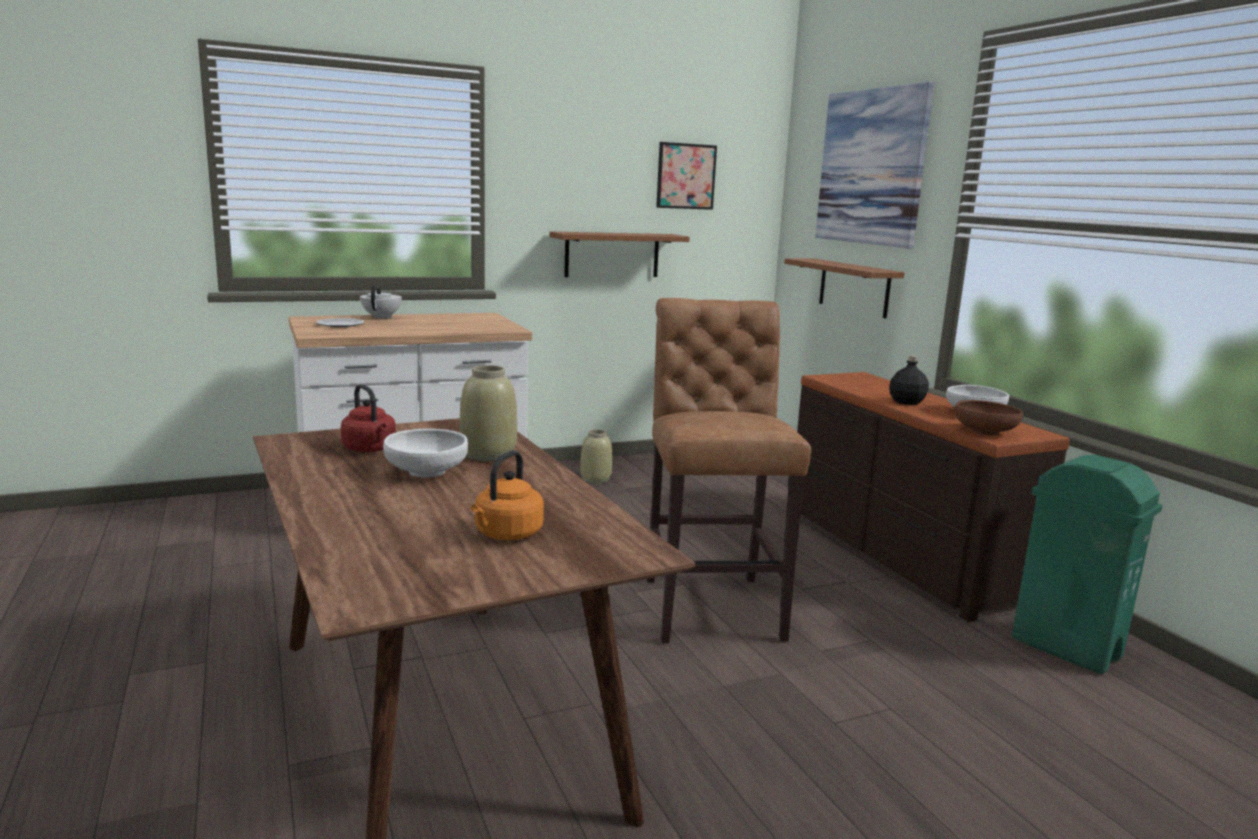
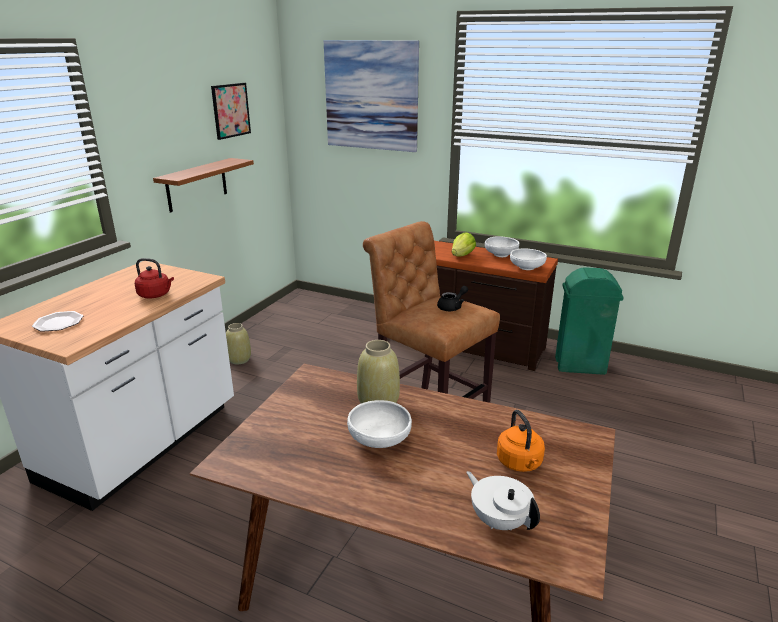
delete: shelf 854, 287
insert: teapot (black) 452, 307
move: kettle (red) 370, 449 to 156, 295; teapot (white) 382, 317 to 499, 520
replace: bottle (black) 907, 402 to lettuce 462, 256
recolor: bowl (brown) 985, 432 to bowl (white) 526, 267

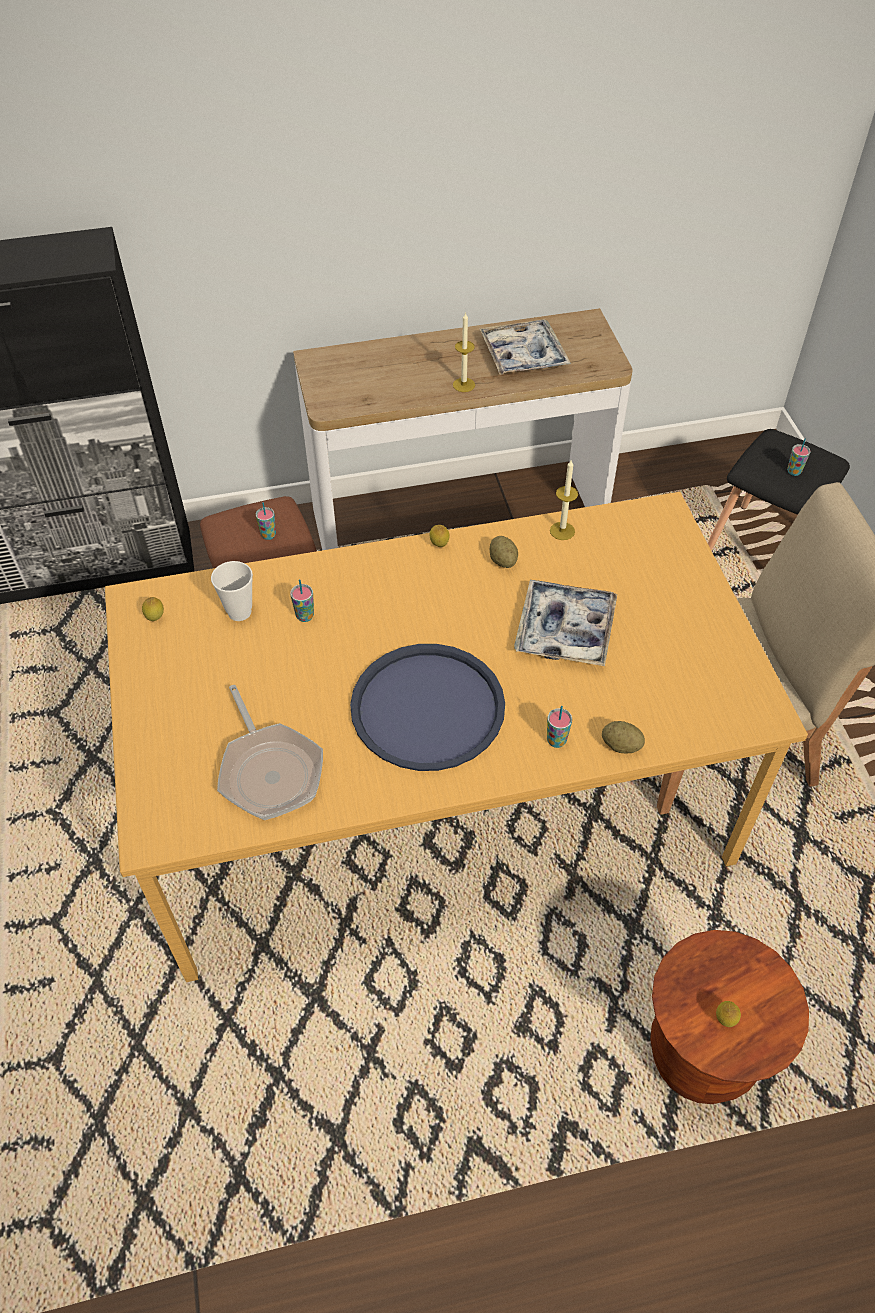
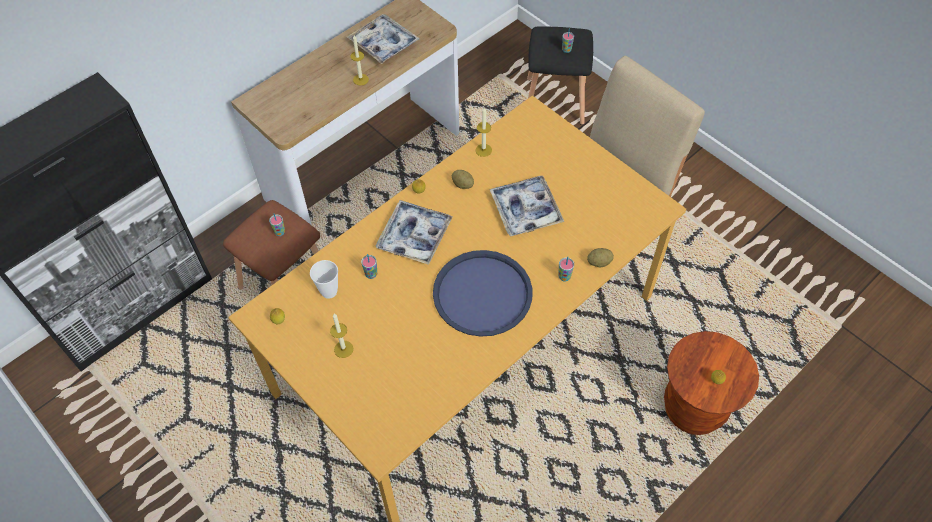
delete: frying pan 269, 770
insert: candle 343, 349; tray 414, 236

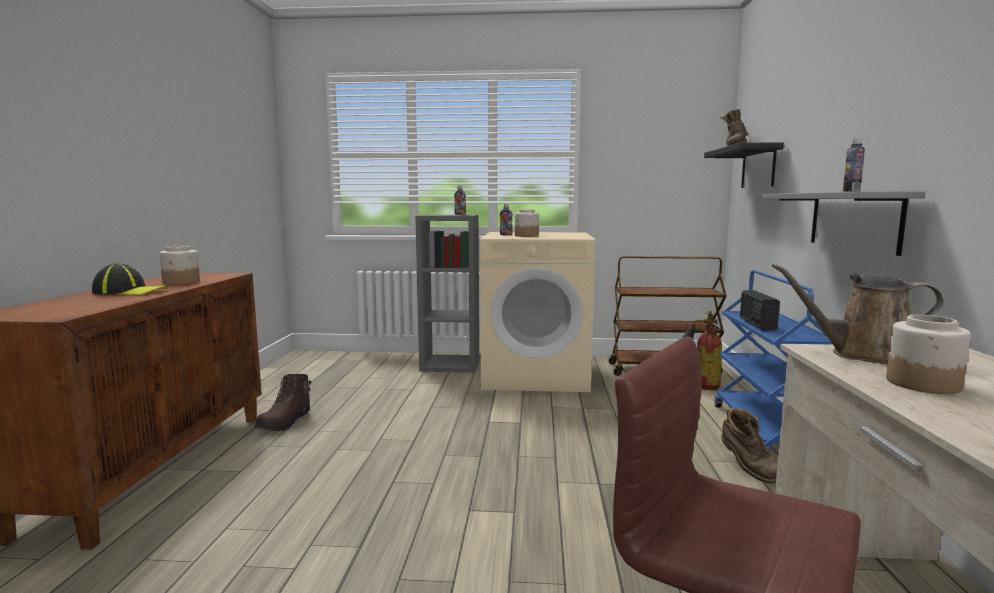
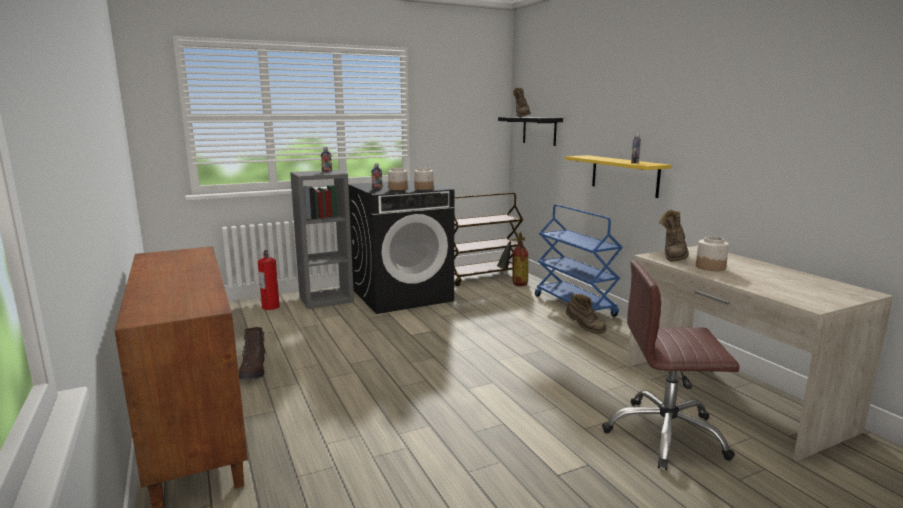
delete: cap 130, 292; radio 757, 324
insert: fire extinguisher 270, 306
move: jar 181, 282 to 424, 188
replace: watering can (brown) 863, 355 to boot (brown) 673, 256
recolor: washing machine (beige) 536, 375 to washing machine (black) 402, 295; shelf (grey) 853, 220 to shelf (yellow) 624, 175

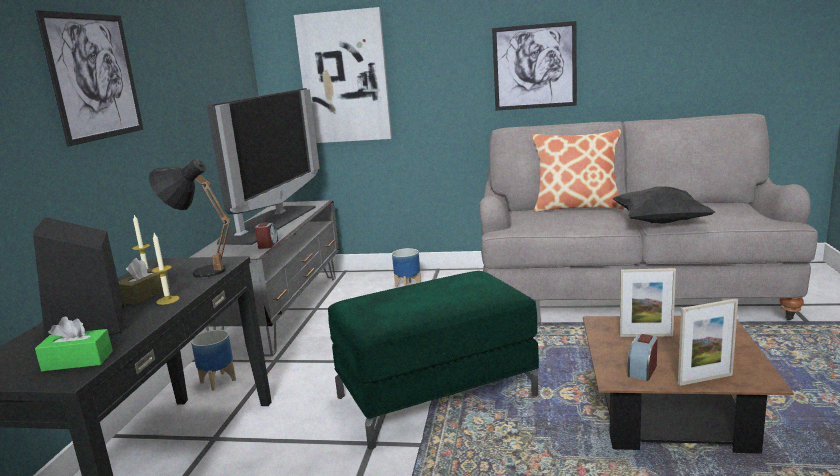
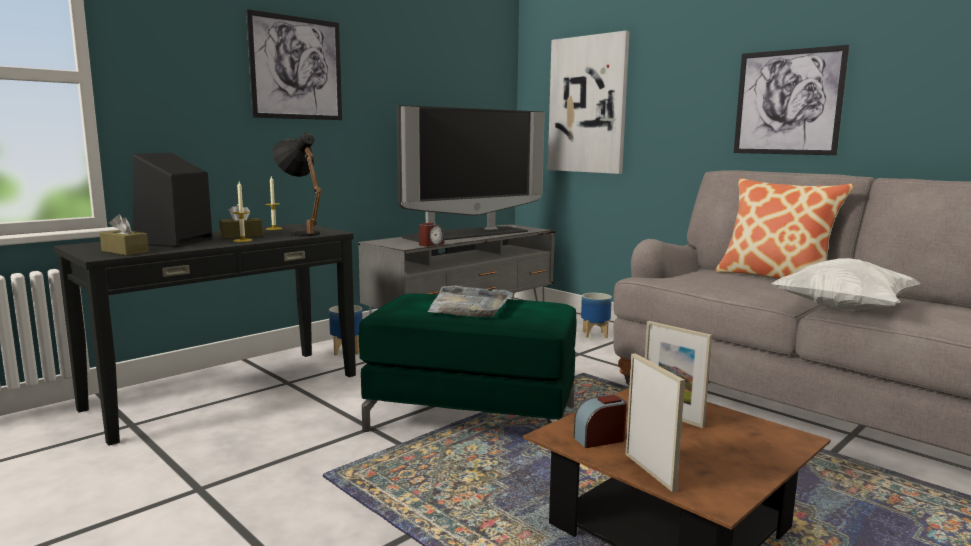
insert: tray (grey) 469, 305
recolor: tissue box (green) 77, 361 to tissue box (brown) 125, 251; pillow (black) 659, 222 to pillow (white) 843, 309
rotate: picture frame 705, 379 = 649, 471 135 degrees counterclockwise

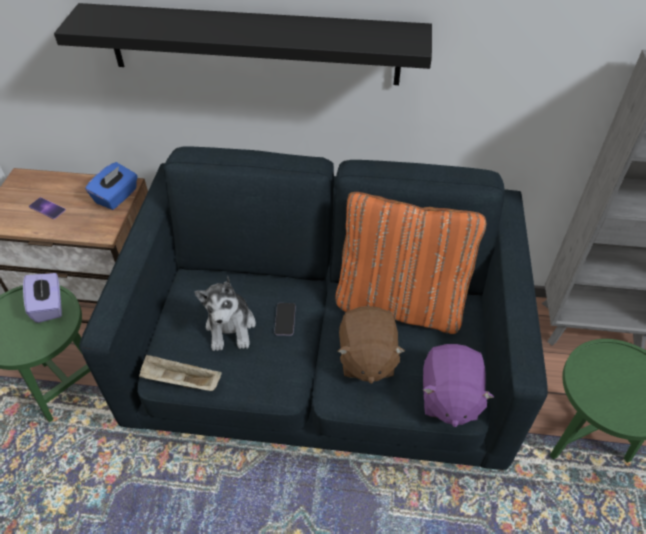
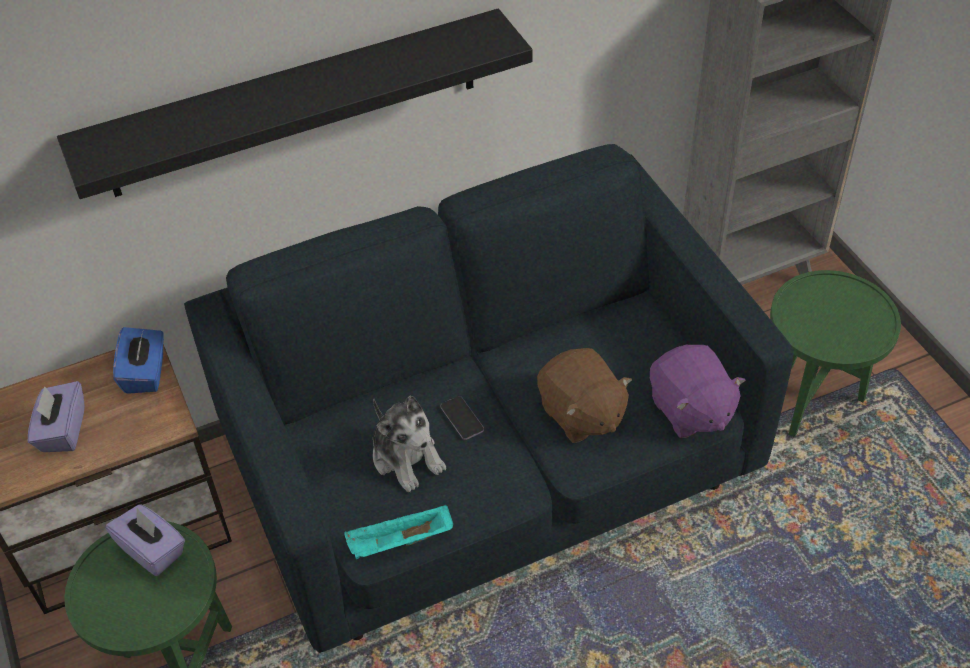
delete: pillow (orange) 400, 303
replace: phone 47, 208 to tissue box (purple) 62, 431
recolor: tray (beige) 180, 381 to tray (turquoise) 399, 542

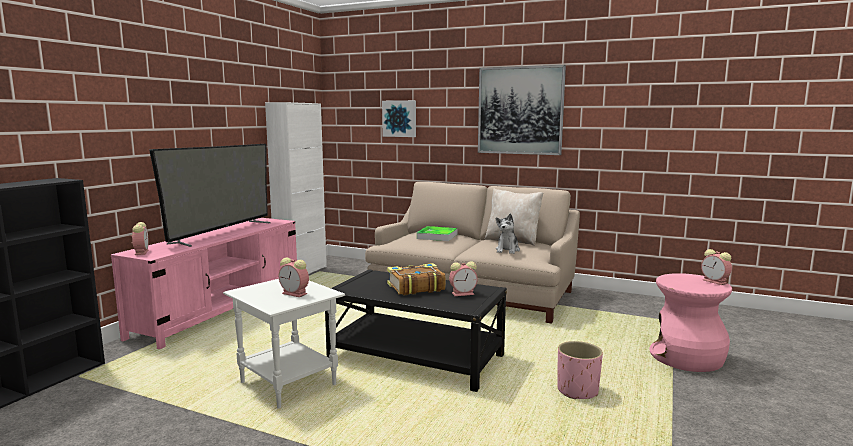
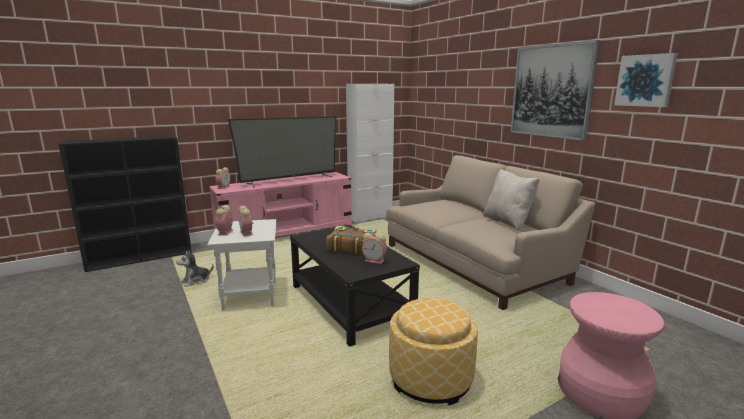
delete: tray 437, 236
move: picture 399, 118 to 645, 80; plush toy 507, 250 to 196, 281; alarm clock 715, 282 to 225, 232
replace: planter (pink) 577, 391 to ottoman 430, 379

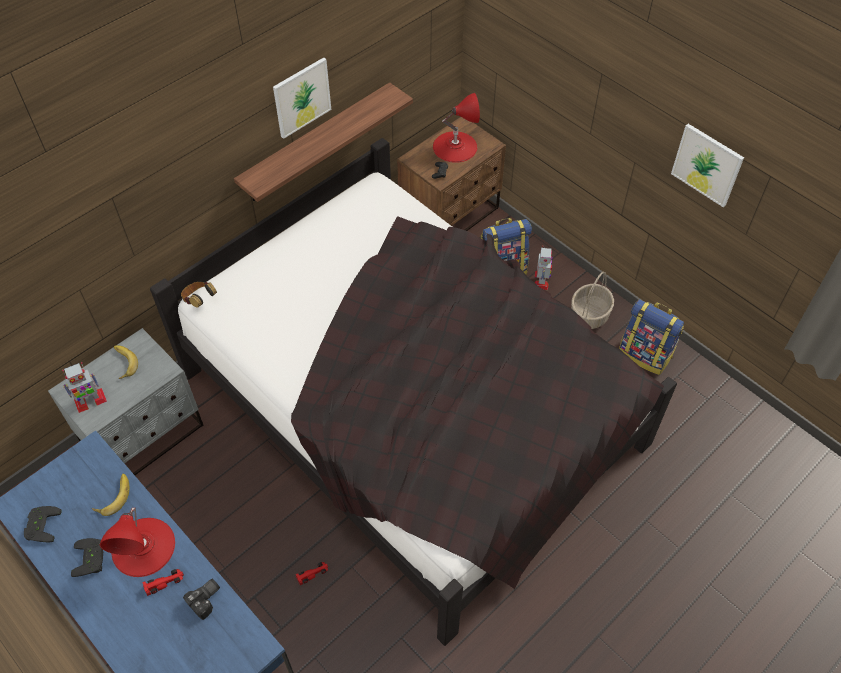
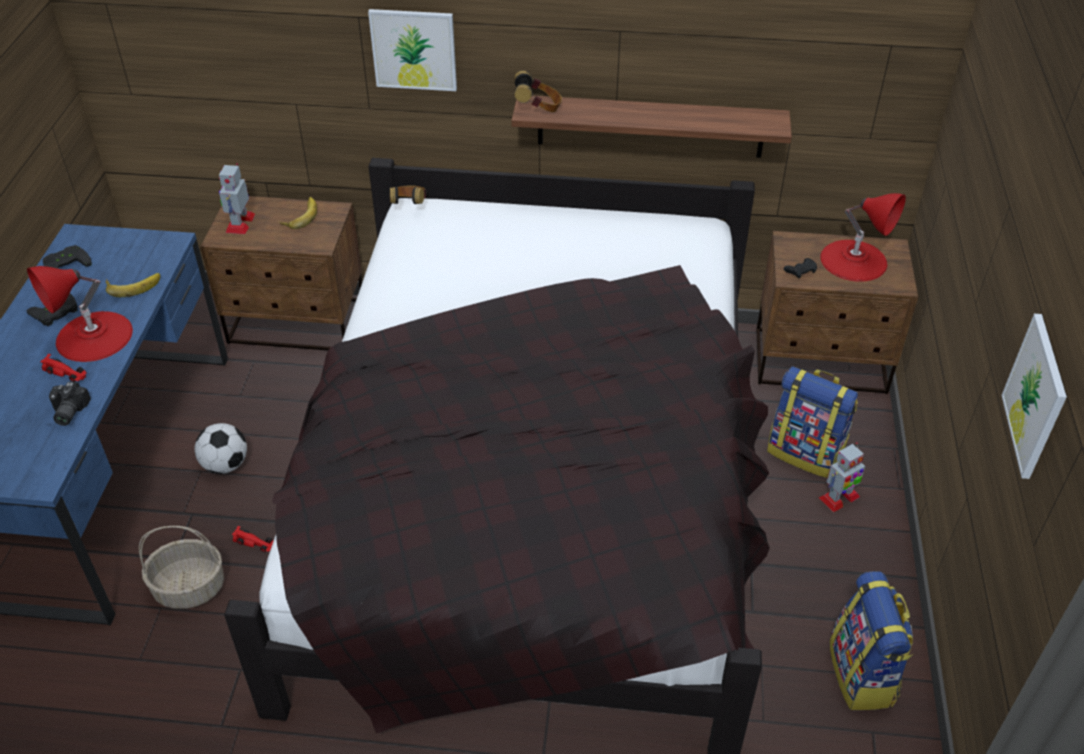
insert: football 225, 465; headphones 538, 108
move: picture 302, 97 to 414, 49; basket 589, 316 to 189, 588
recolor: nightstand (grey) 144, 436 to nightstand (brown) 297, 323
rotate: toy robot 90, 401 = 240, 223 75 degrees clockwise; photo camera 206, 600 = 67, 412 90 degrees clockwise

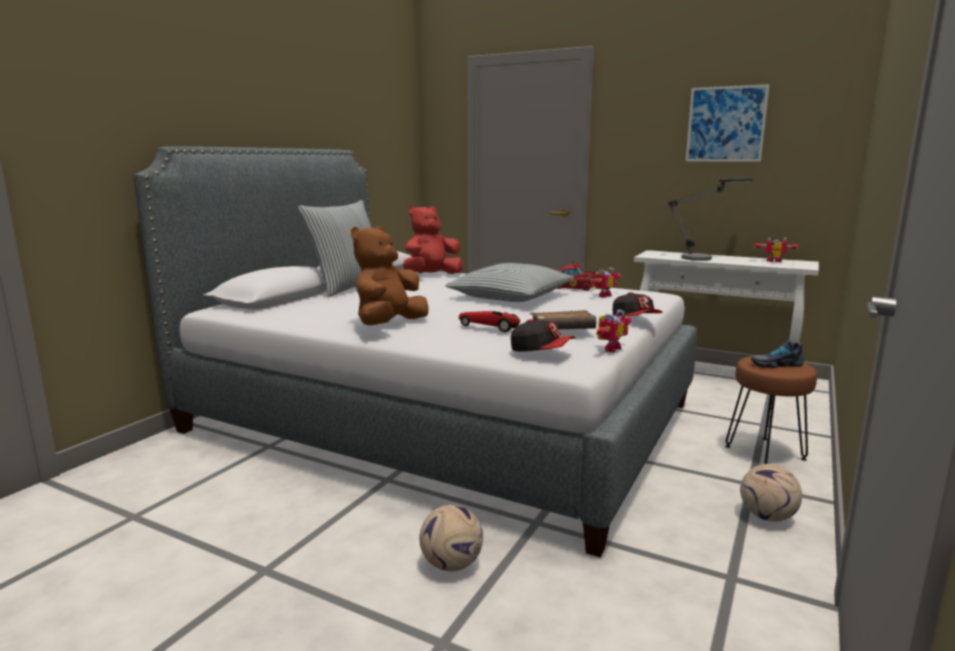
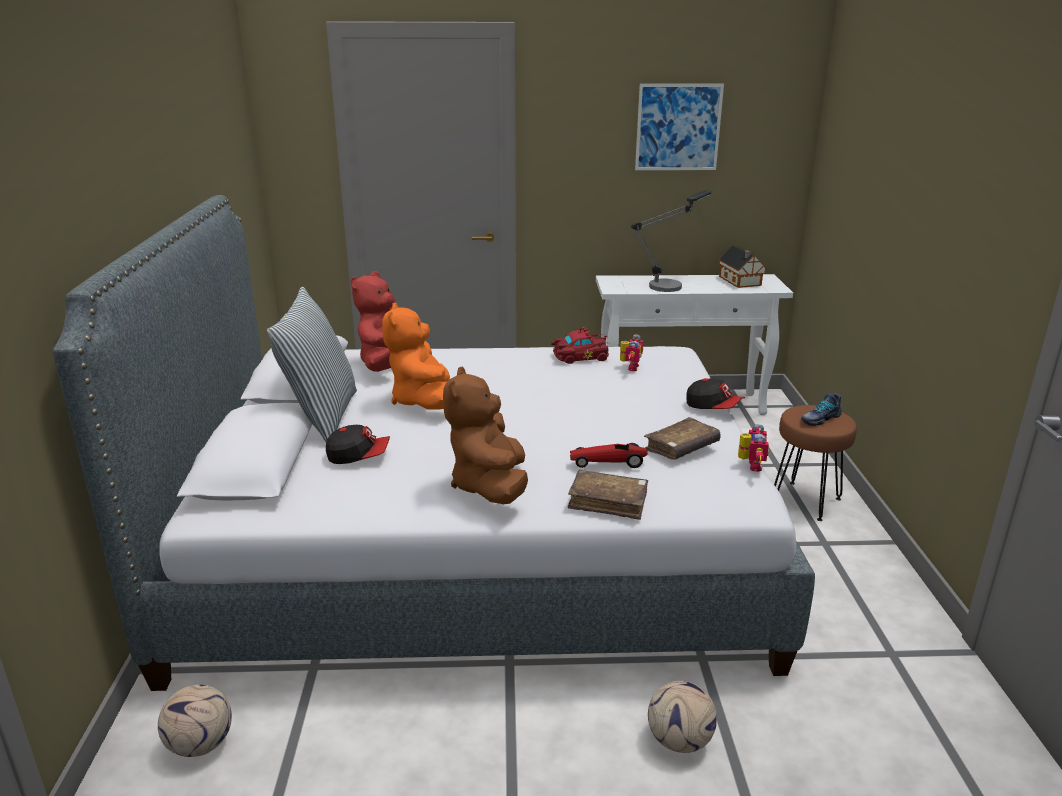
delete: pillow 510, 296
insert: plush toy (orange) 423, 401; book (brown) 608, 502
move: cap 541, 351 to 359, 456; football 766, 516 to 200, 744
replace: toy robot 774, 261 to toy house 740, 281

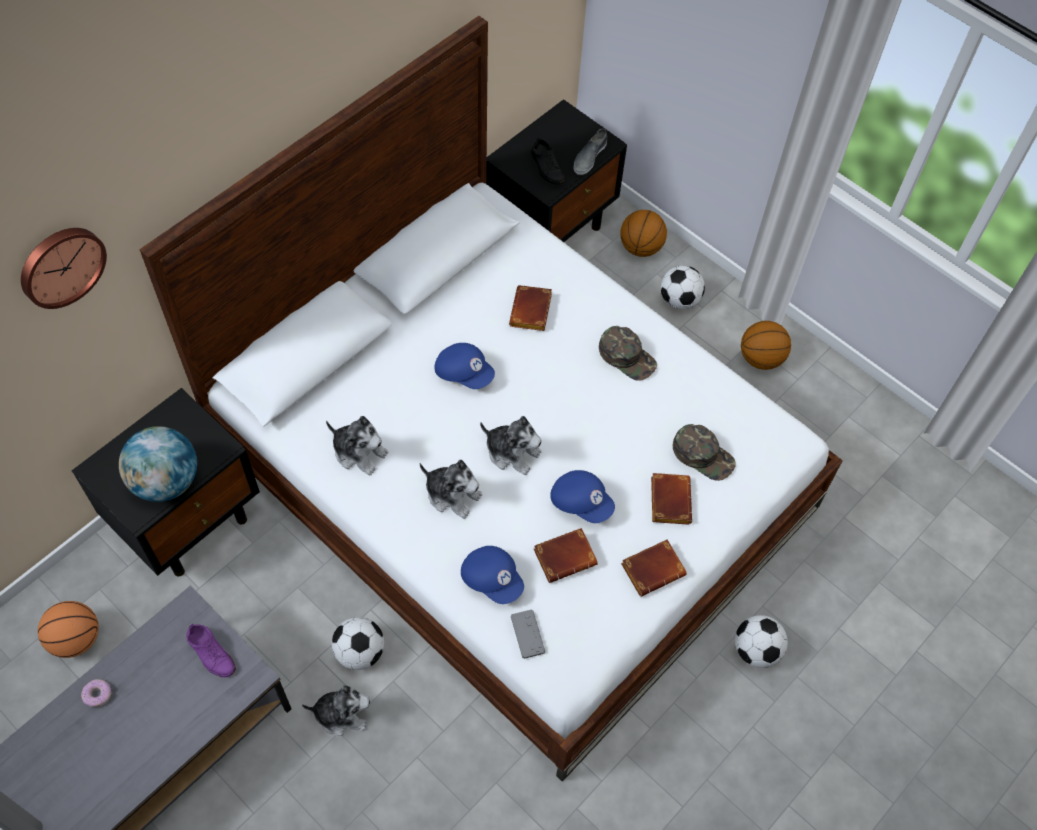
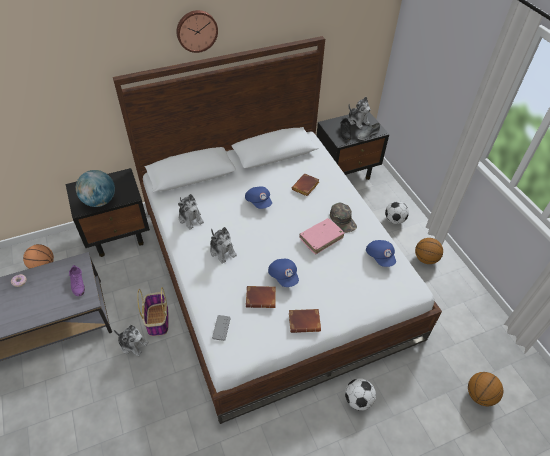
delete: book (brown) 668, 500; cap (green) 703, 455
insert: book (pink) 321, 238
move: wall clock 61, 265 to 196, 30; cap (blue) 492, 579 to 380, 257; plush toy 512, 452 to 357, 121; basketball 641, 247 to 480, 395
replace: football 359, 652 to basket 157, 319

